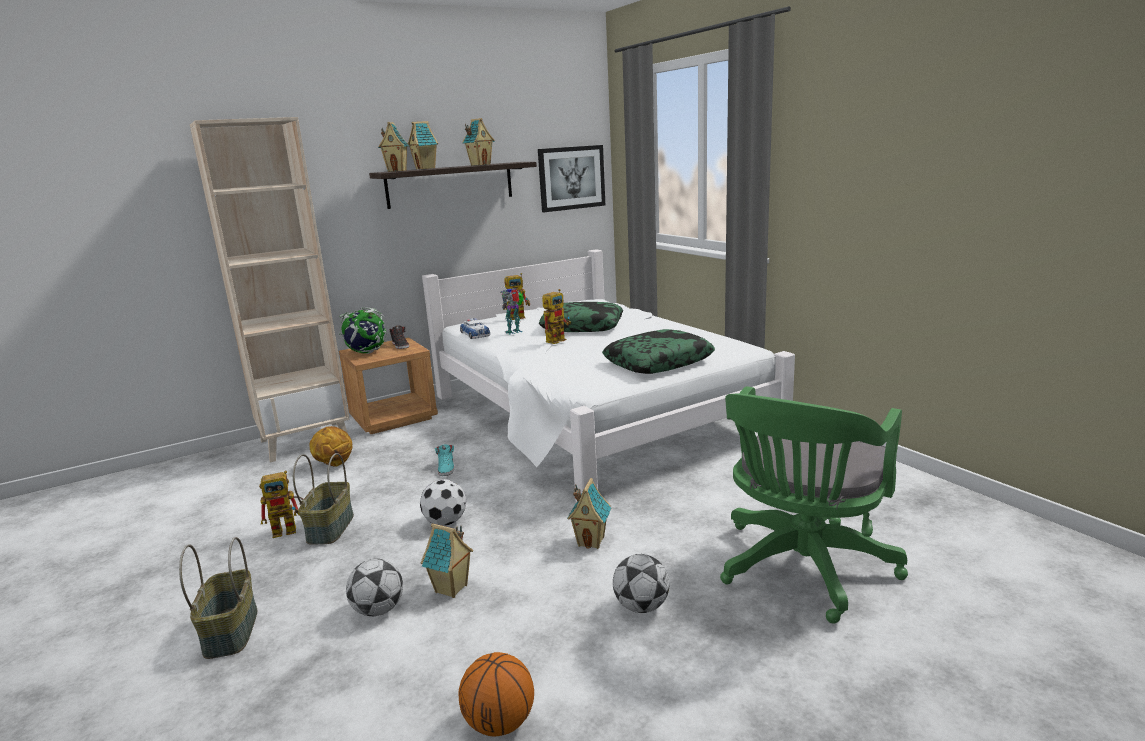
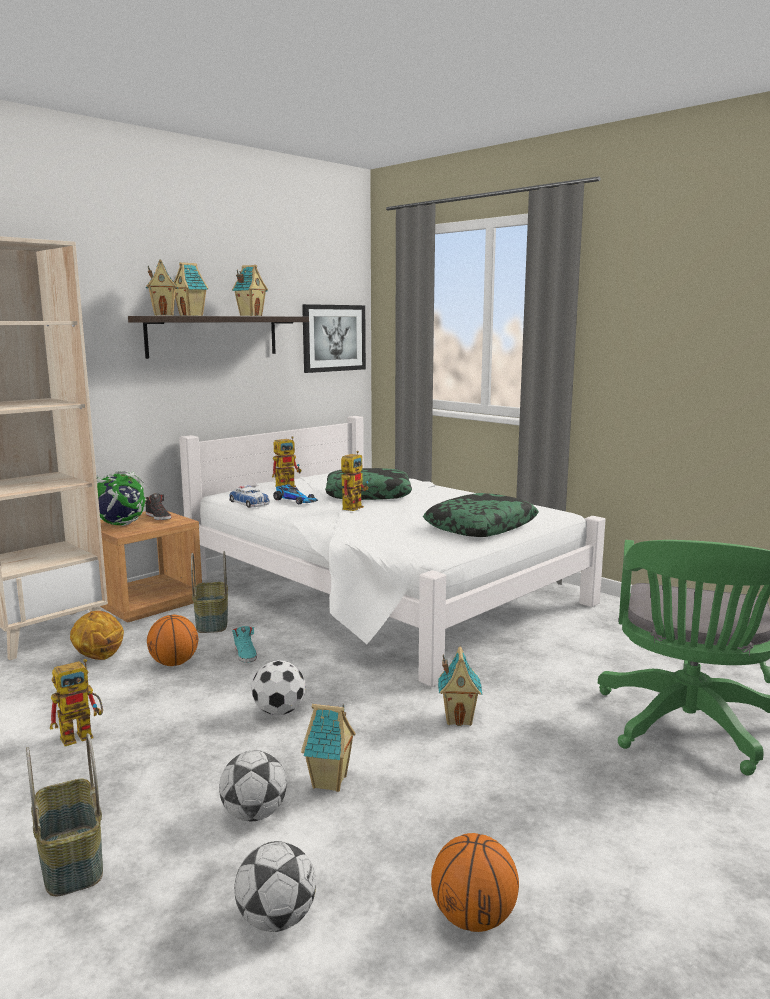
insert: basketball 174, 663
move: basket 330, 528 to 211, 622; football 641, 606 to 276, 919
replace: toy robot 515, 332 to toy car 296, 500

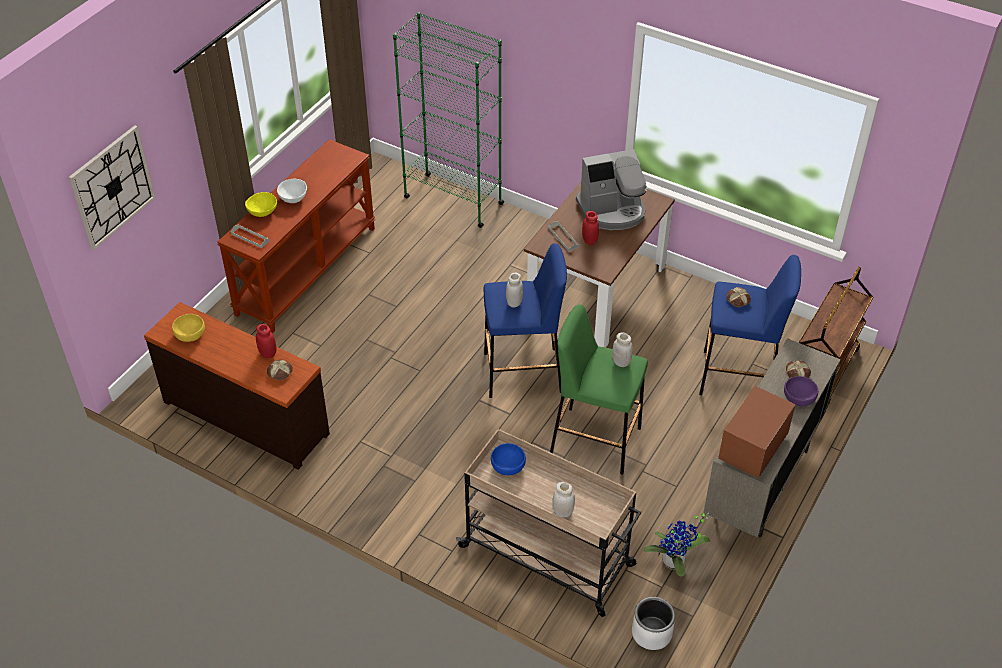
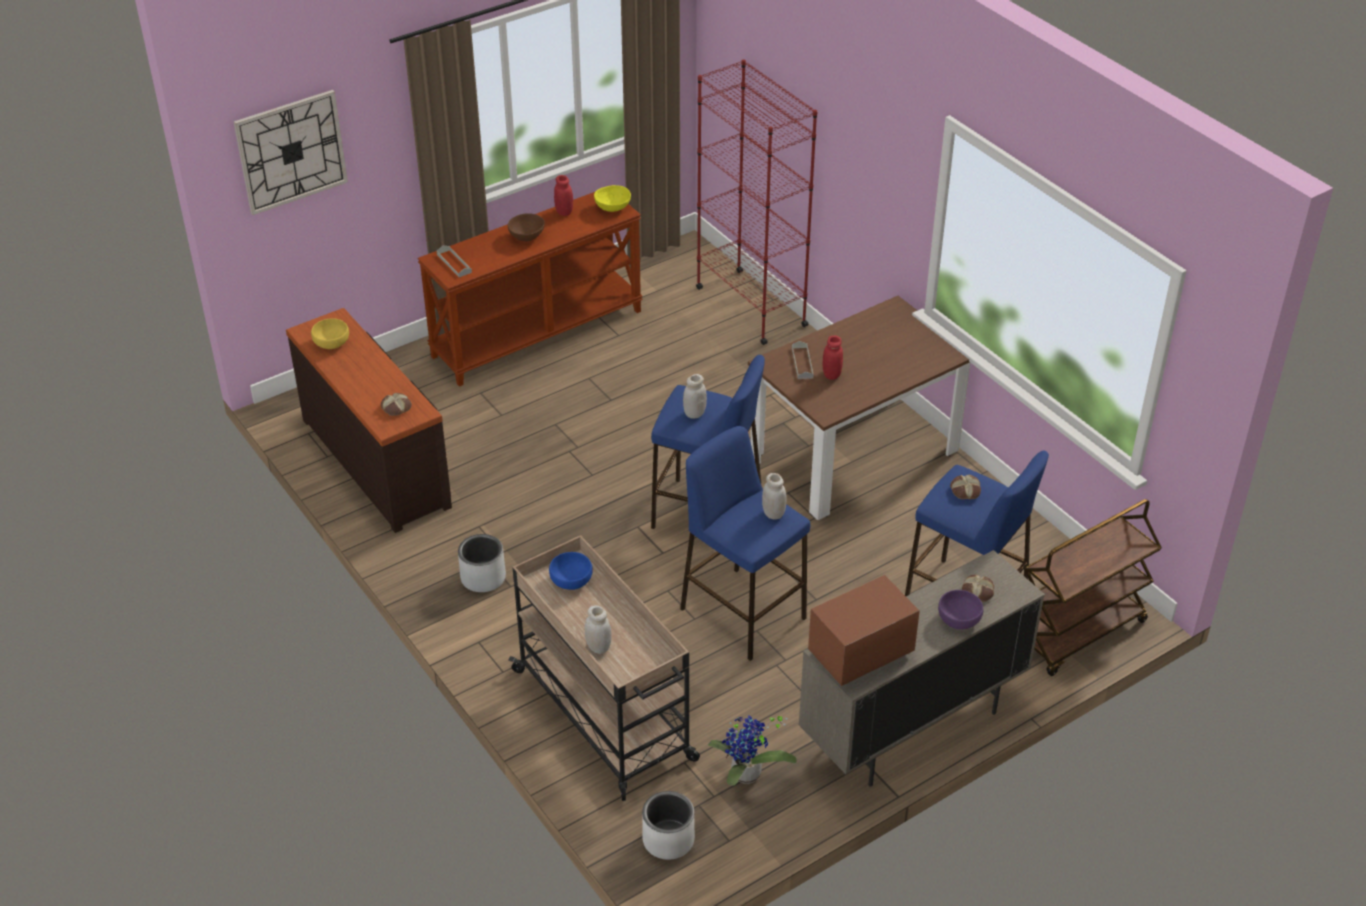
delete: coffee machine 612, 210
insert: planter (grey) 483, 577
move: bowl (yellow) 262, 212 to 612, 208; jar (red) 268, 353 to 564, 212
recolor: bowl (white) 293, 198 to bowl (brown) 527, 236; bookcase (green) 453, 200 to bookcase (red) 751, 306; stool (green) 594, 440 to stool (blue) 742, 613

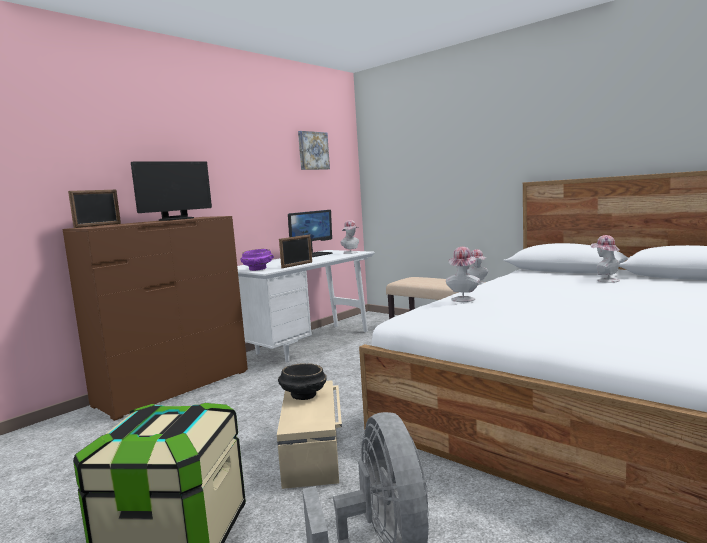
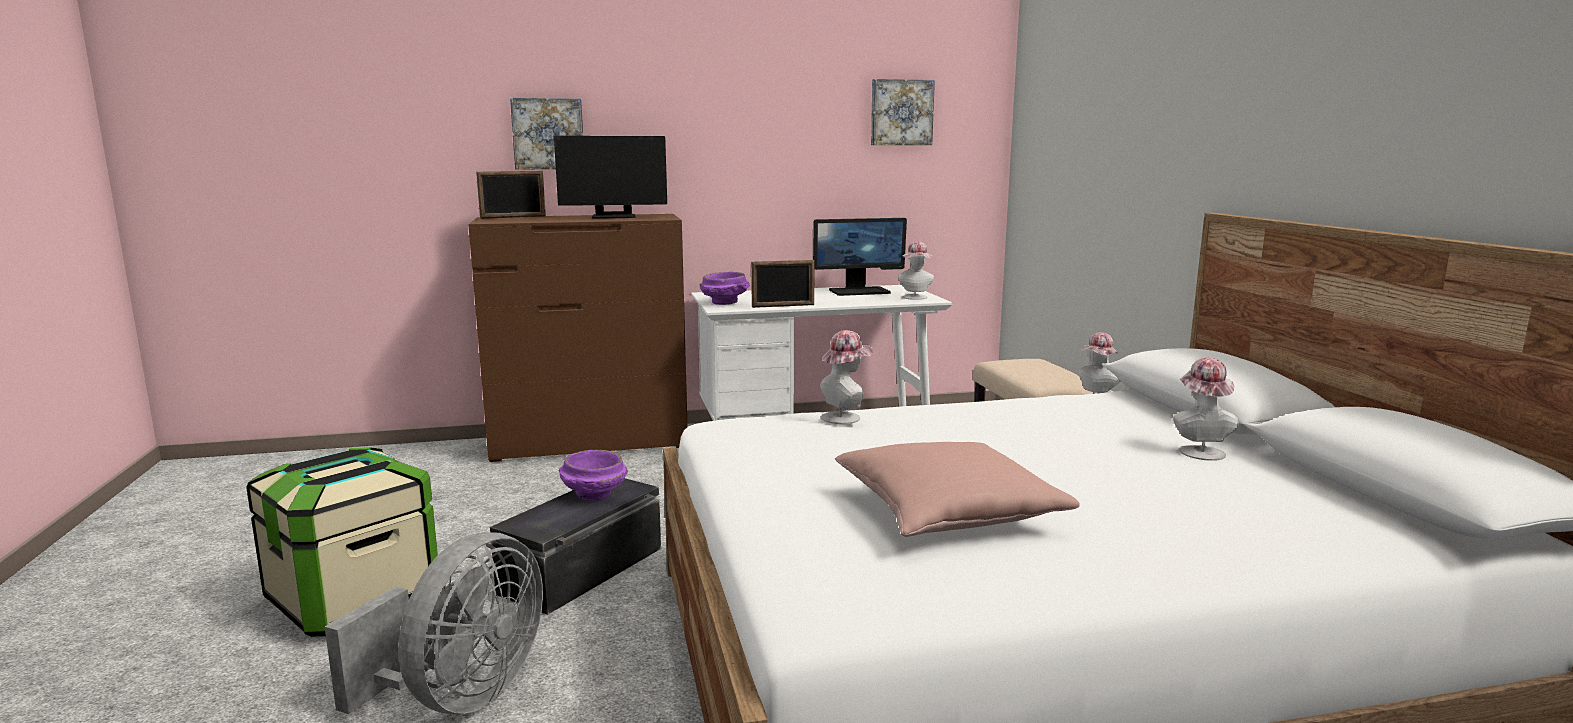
insert: picture 548, 134; pillow (pink) 947, 513
recolor: storage box (beige) 313, 452 to storage box (black) 584, 571; bowl (black) 303, 395 to bowl (purple) 594, 494

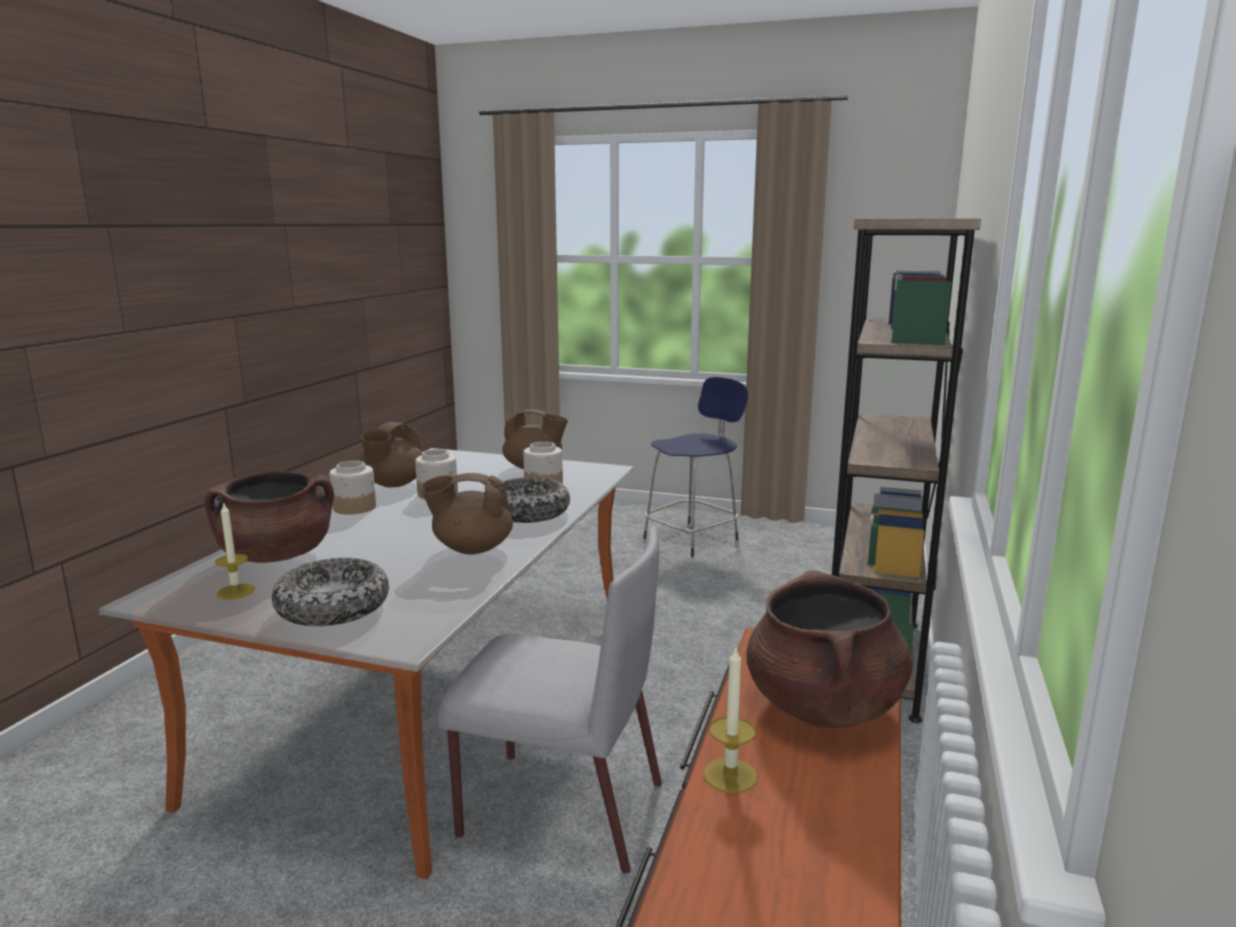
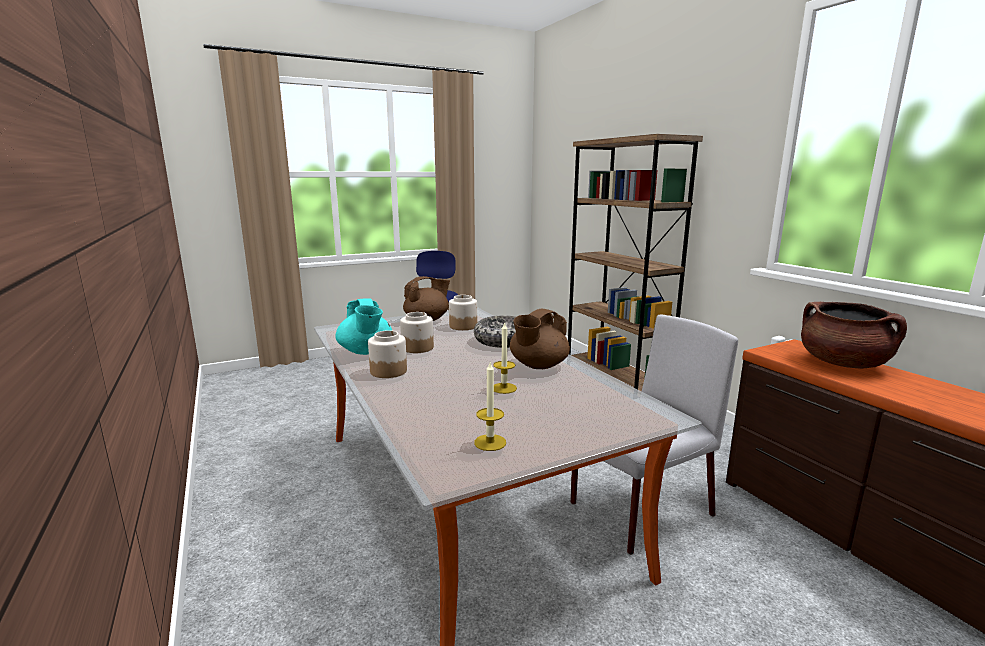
delete: cooking pot (brown) 277, 556; bowl 333, 607
move: candle 730, 775 to 504, 388
recolor: teapot (brown) 393, 484 to teapot (turquoise) 366, 352

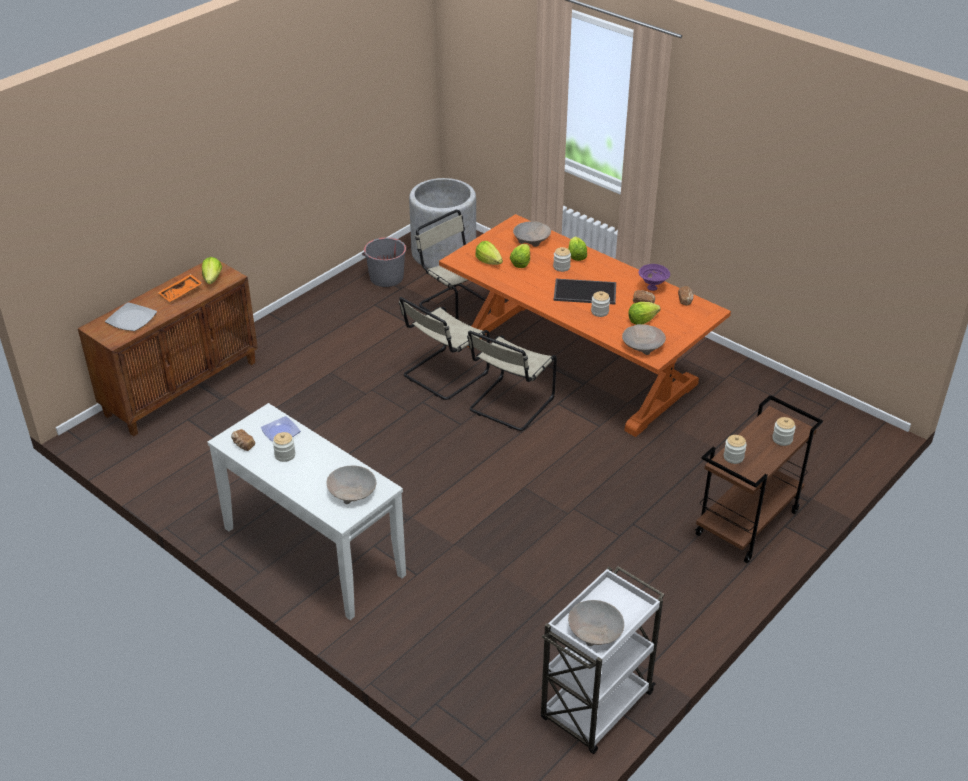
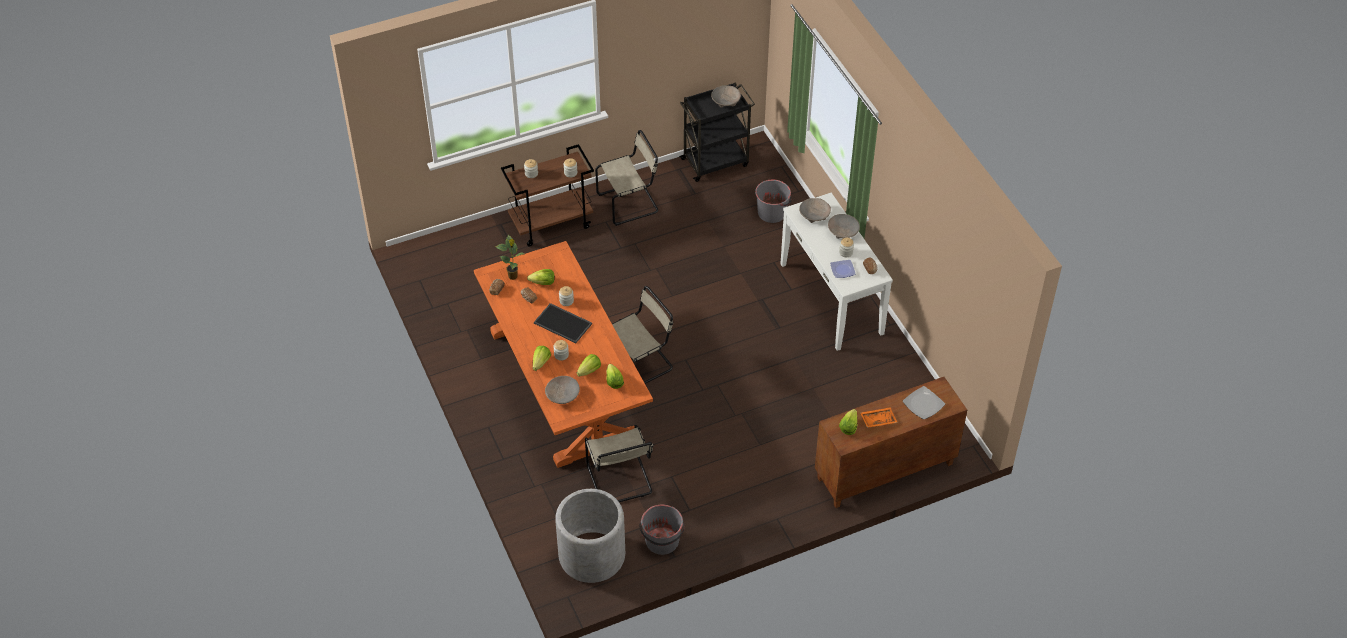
delete: bowl (purple) 653, 288
insert: potted plant 513, 276; bucket (grey) 772, 212
move: chair (beige) 443, 375 to 630, 203; bowl (beige) 643, 346 to 843, 231
recolor: cart (white) 595, 708 to cart (black) 716, 162

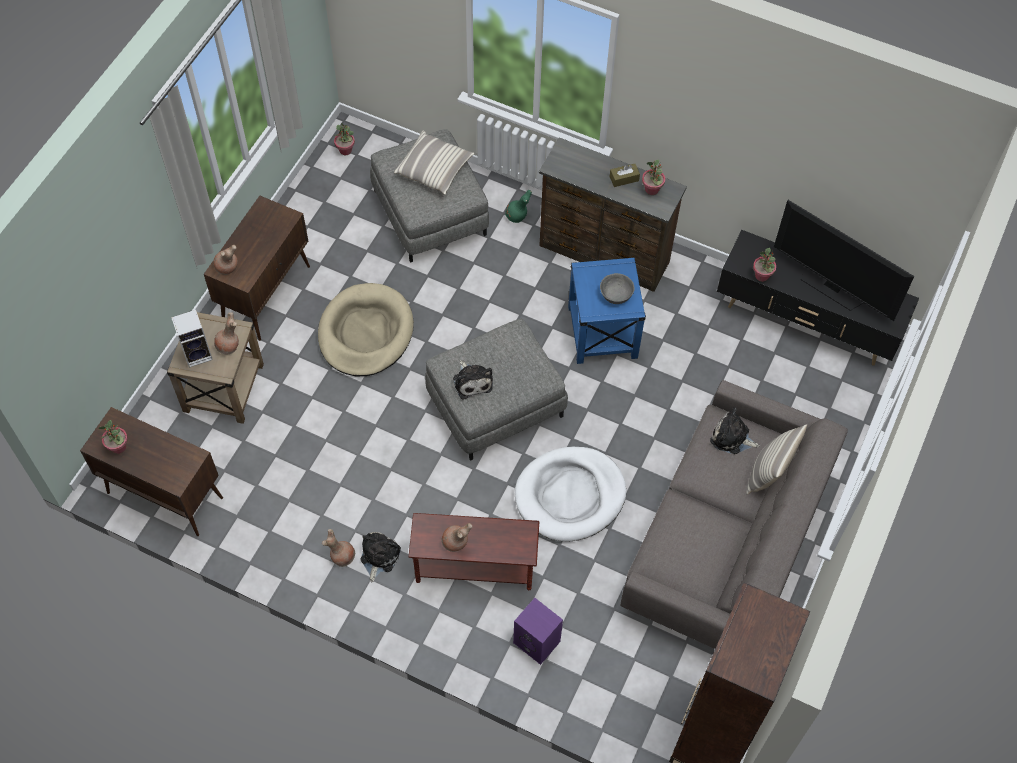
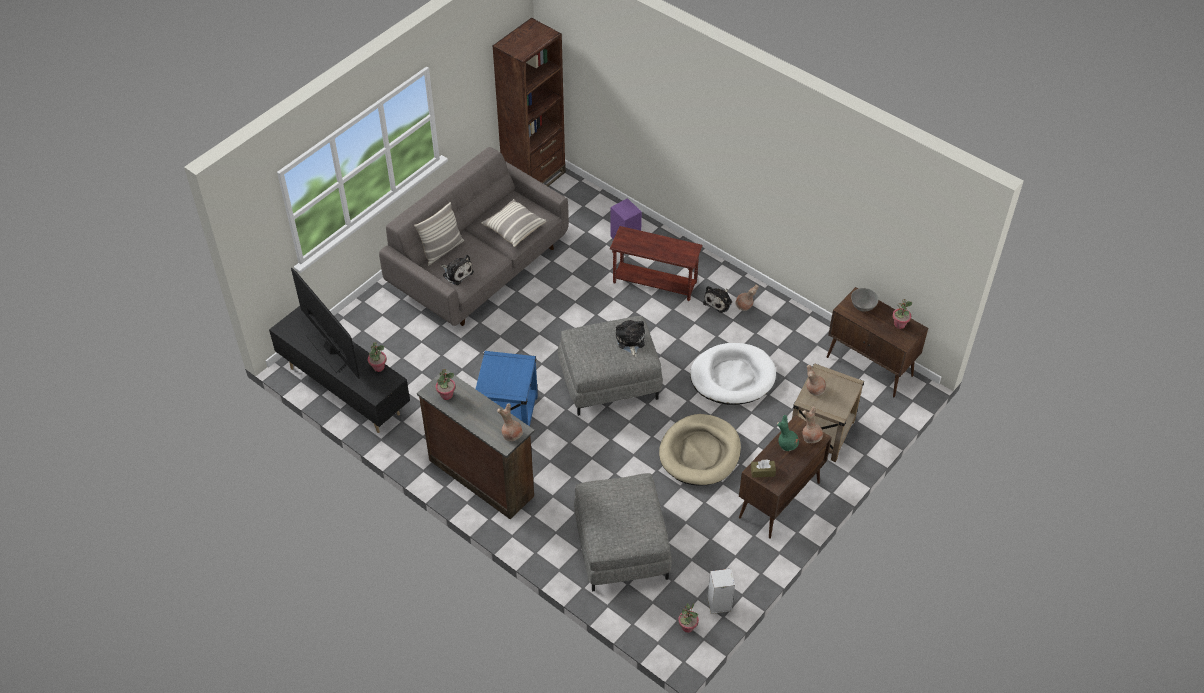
move: speaker 198, 353 to 718, 604; pillow 434, 169 to 514, 228; vase (brown) 455, 543 to 512, 435; vase (green) 517, 217 to 787, 444; dog bed (white) 570, 496 to 732, 377; bowl (grey) 615, 295 to 863, 305; tissue box (brown) 624, 178 to 762, 472

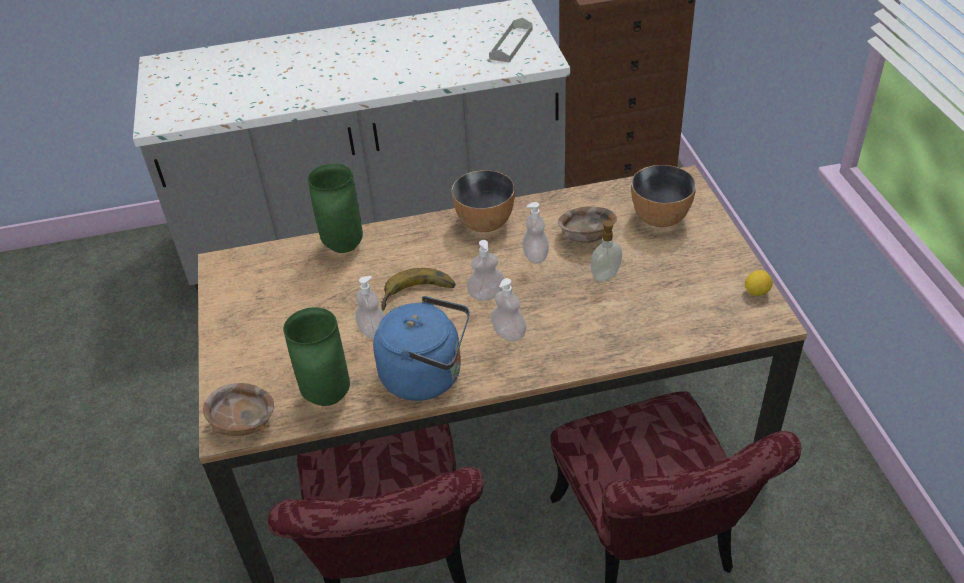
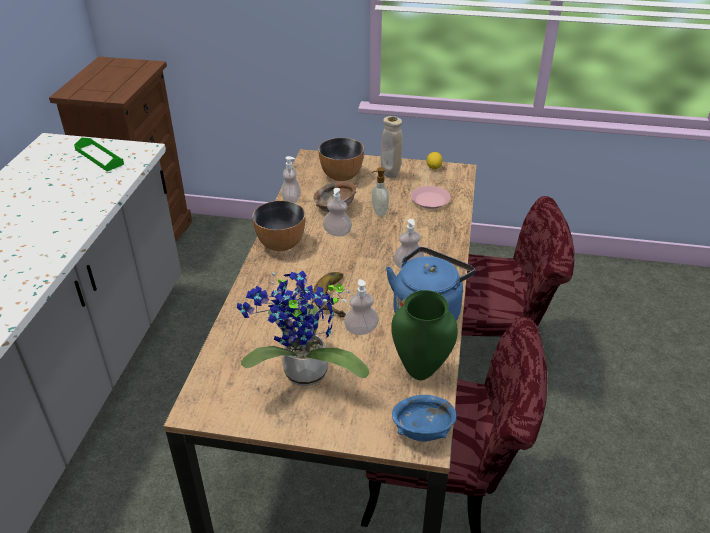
delete: vase (green) 342, 246
insert: potted plant 302, 376; vase (beige) 390, 175; plate (pink) 430, 200
move: soap dispenser 486, 294 to 291, 200
recolor: bowl (brown) 243, 423 to bowl (blue) 423, 430; tray (grey) 511, 44 to tray (green) 99, 157

